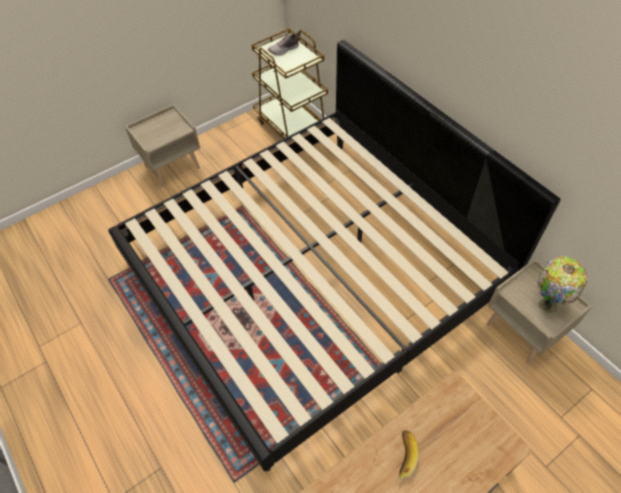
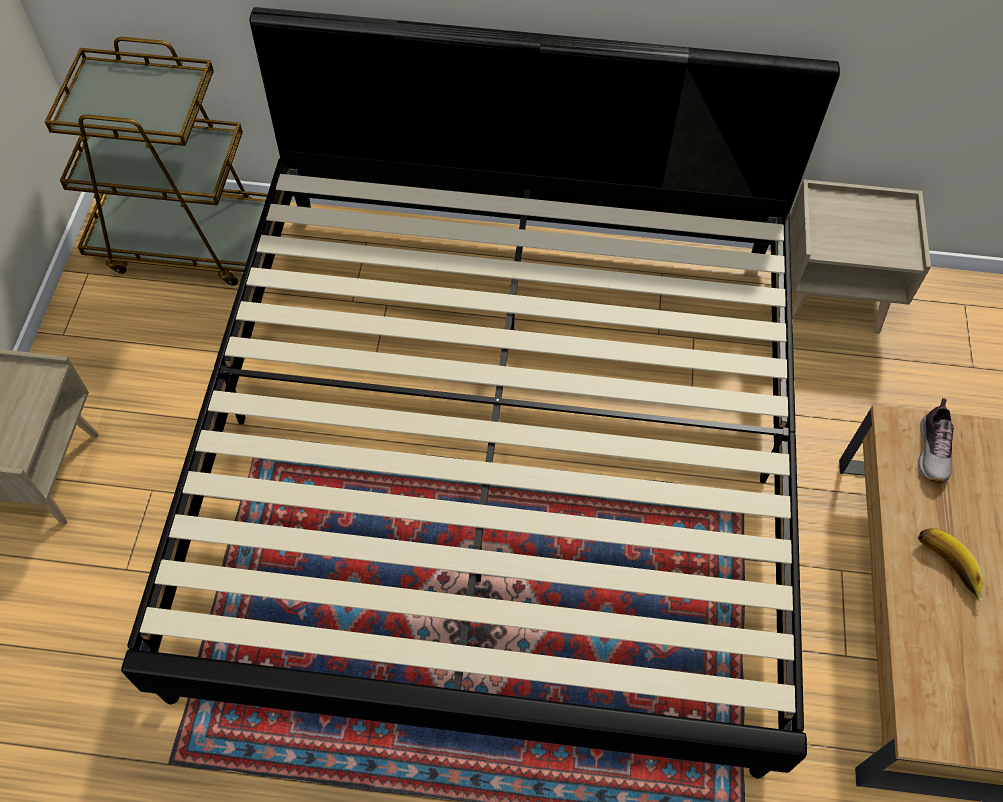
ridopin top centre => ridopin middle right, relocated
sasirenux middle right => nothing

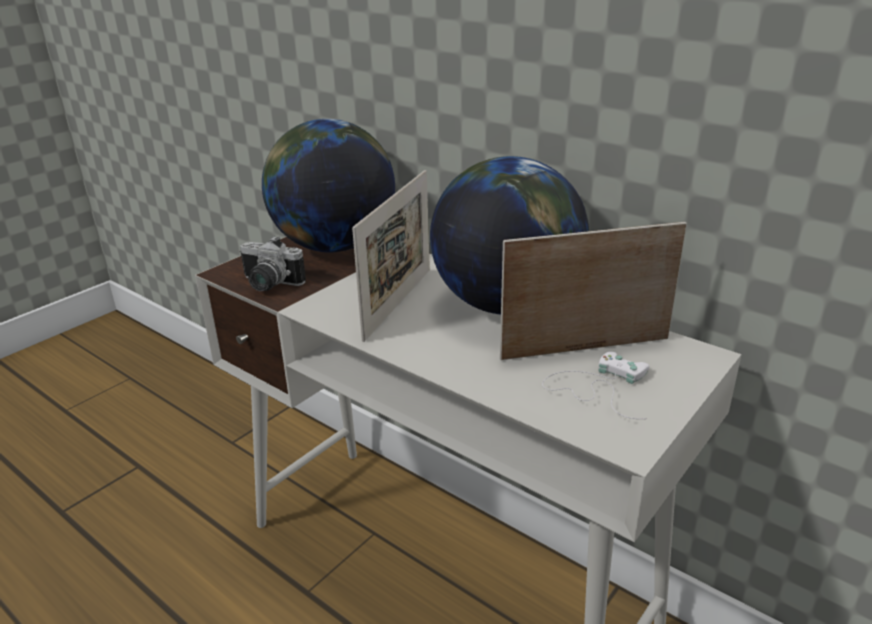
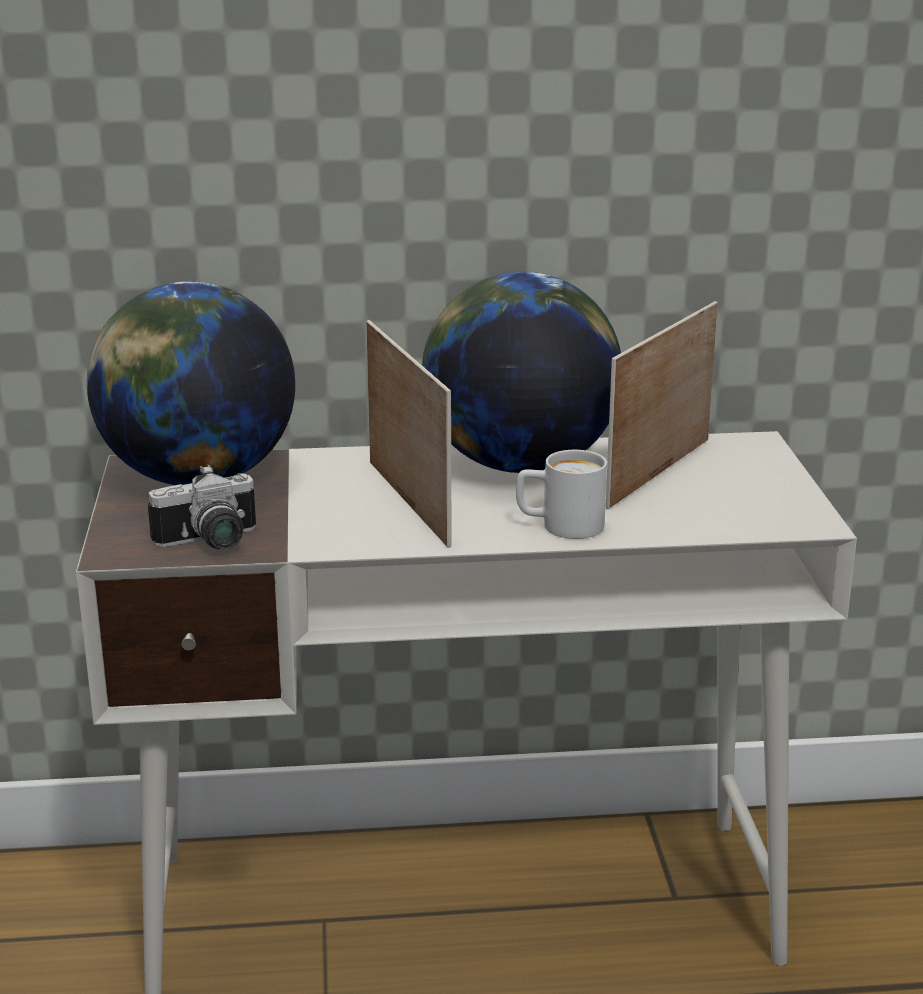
nothing => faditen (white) centre
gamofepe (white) middle right => nothing

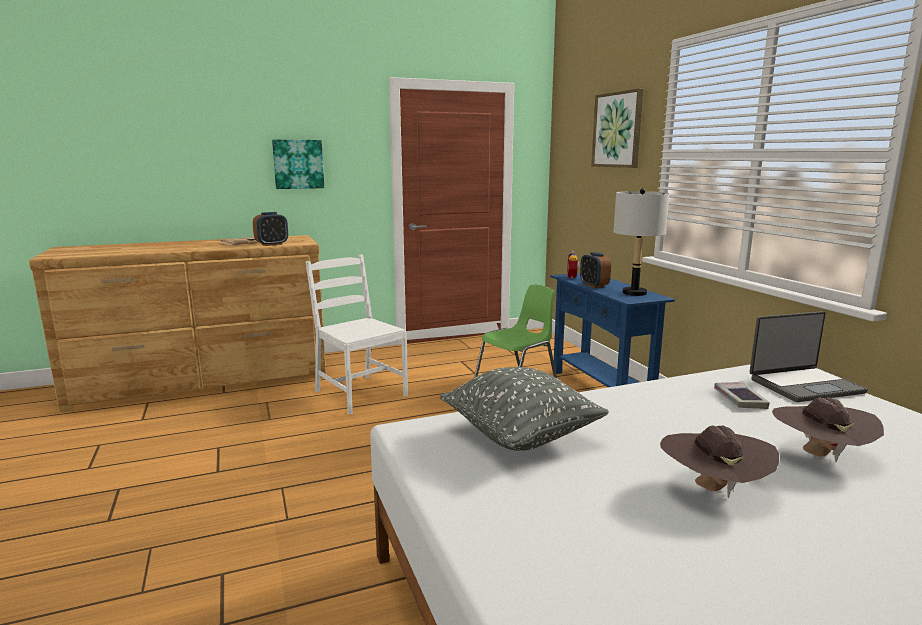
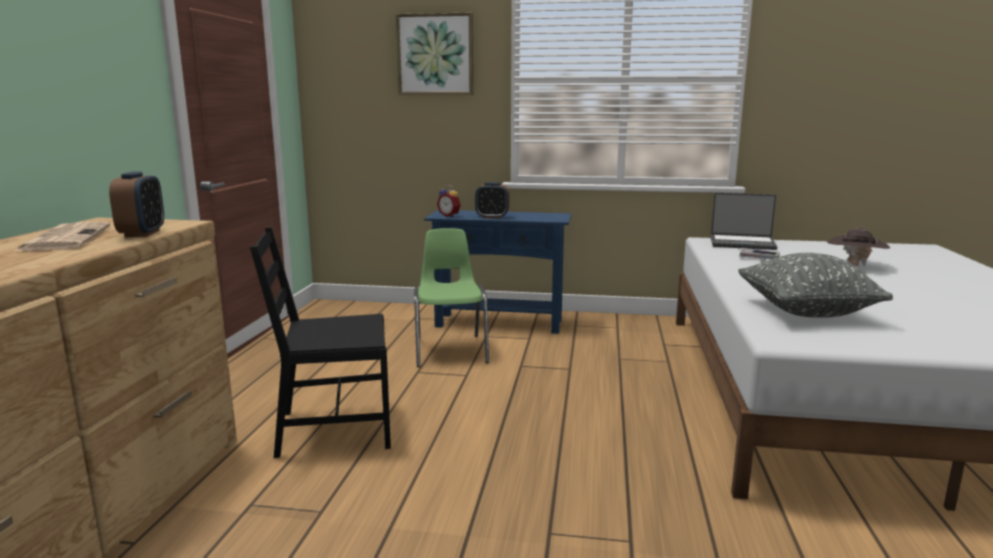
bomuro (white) centre => bomuro (black) middle left
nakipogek middle right, 90 degrees clockwise
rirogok (no. 1 from left) top left => nothing
sasirenux (grey) middle right => nothing
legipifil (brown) (no. 1 from left) bottom right => nothing

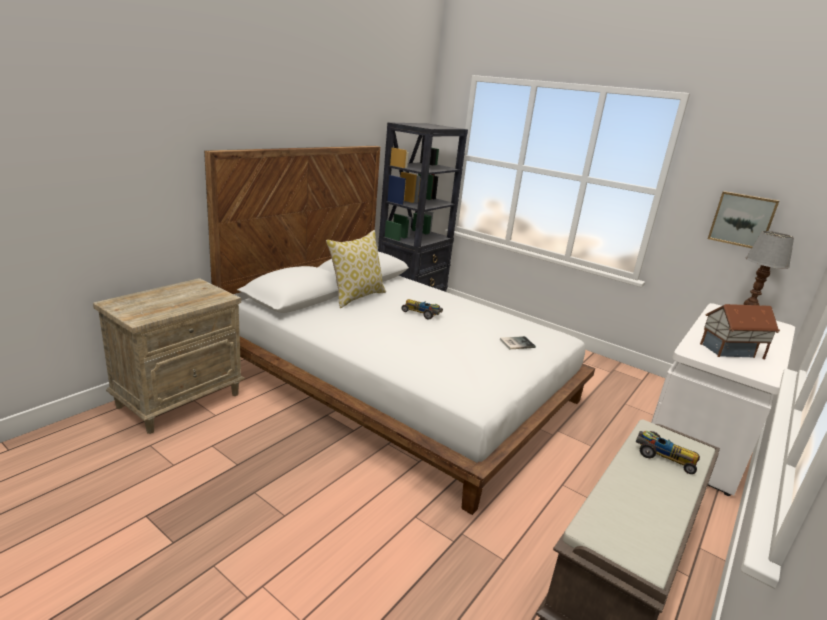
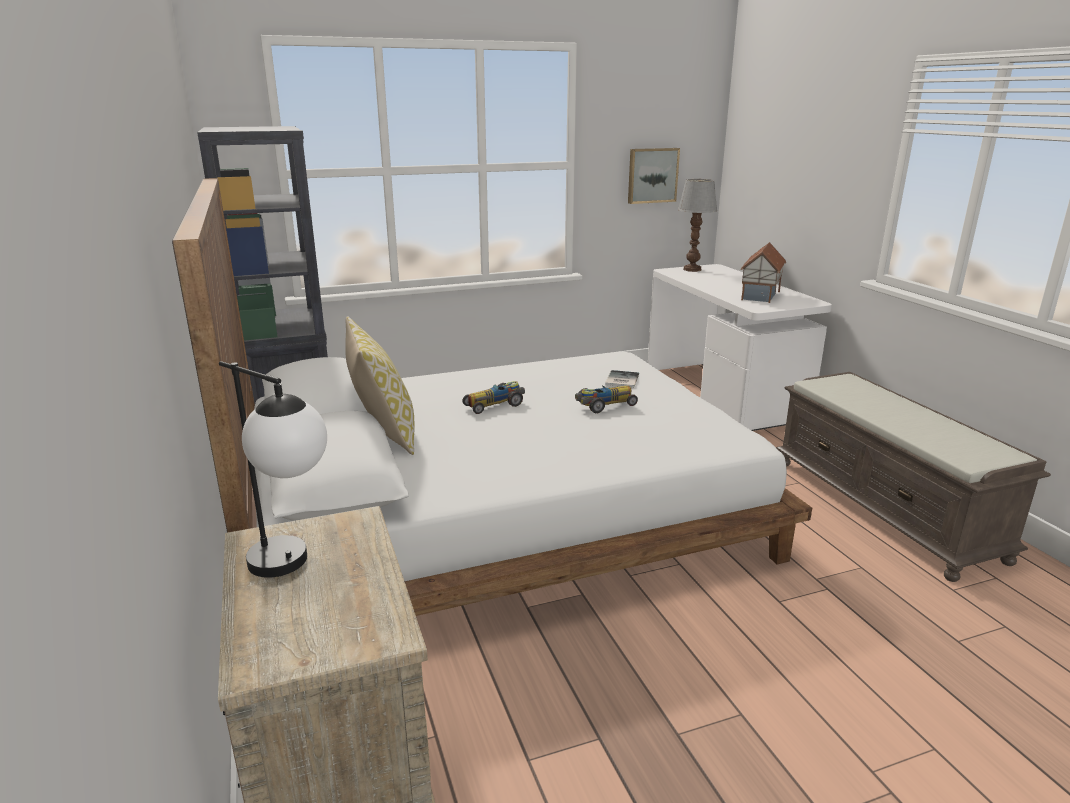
nothing => sasirenux (no. 1 from left) middle left
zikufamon (no. 2 from left) bottom right => zikufamon (no. 2 from left) centre, relocated

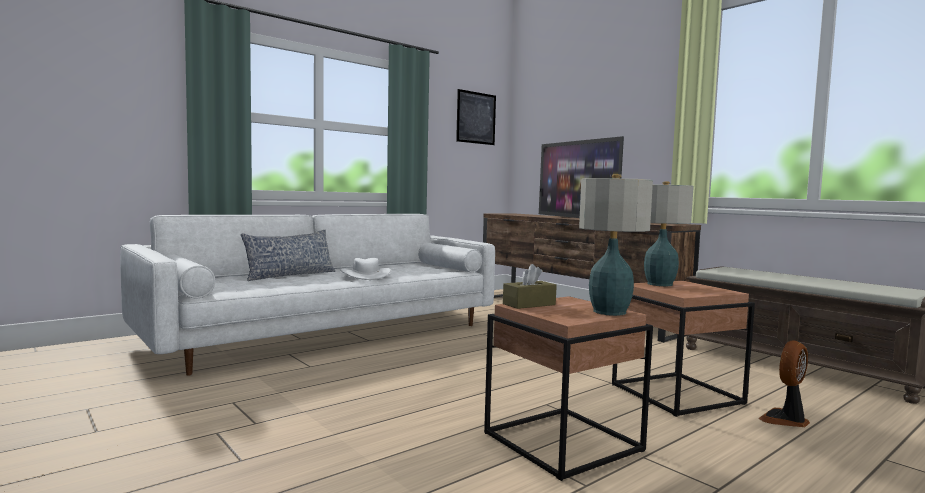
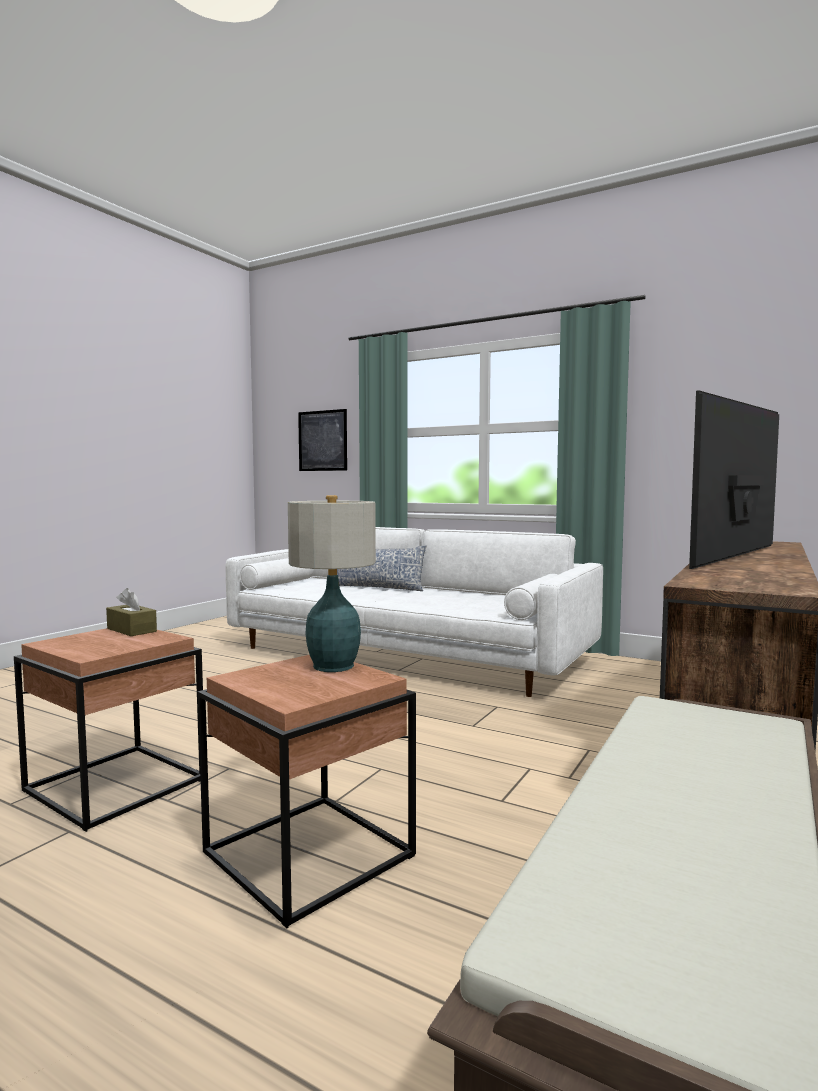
rirogok top centre => rirogok centre, relocated
legipifil (white) centre => nothing
sasirenux (no. 1 from left) centre => nothing
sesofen bottom right => nothing

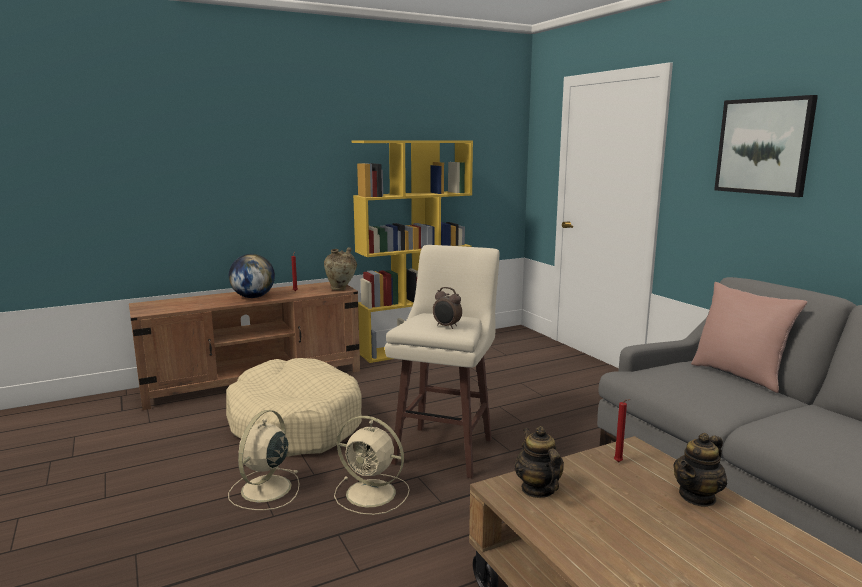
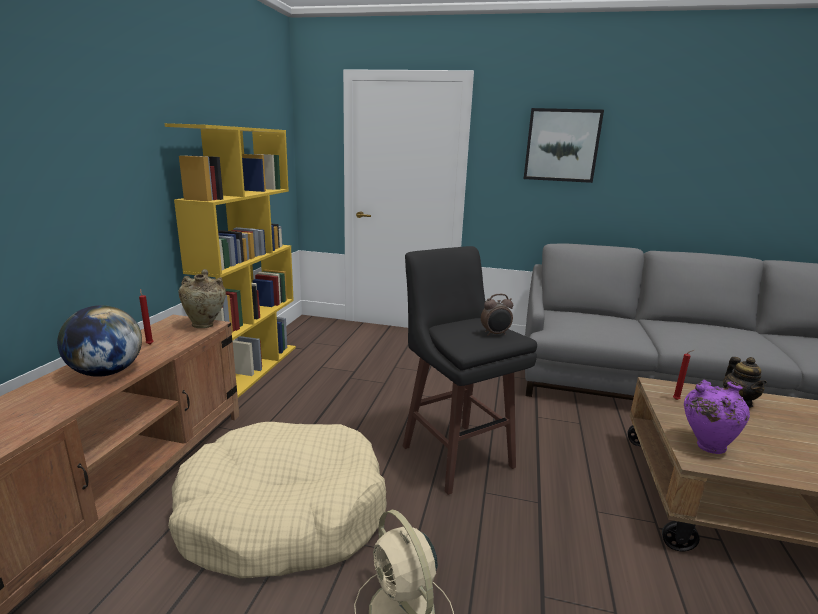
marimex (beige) centre => marimex (black) centre
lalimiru (no. 1 from left) bottom centre => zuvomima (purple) bottom right
sesofen (beige) (no. 2 from left) bottom centre => nothing
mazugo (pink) middle right => nothing

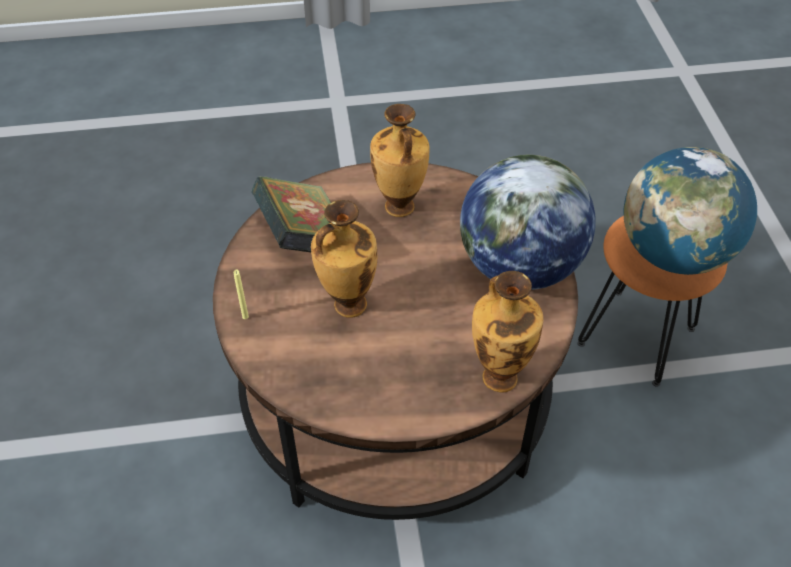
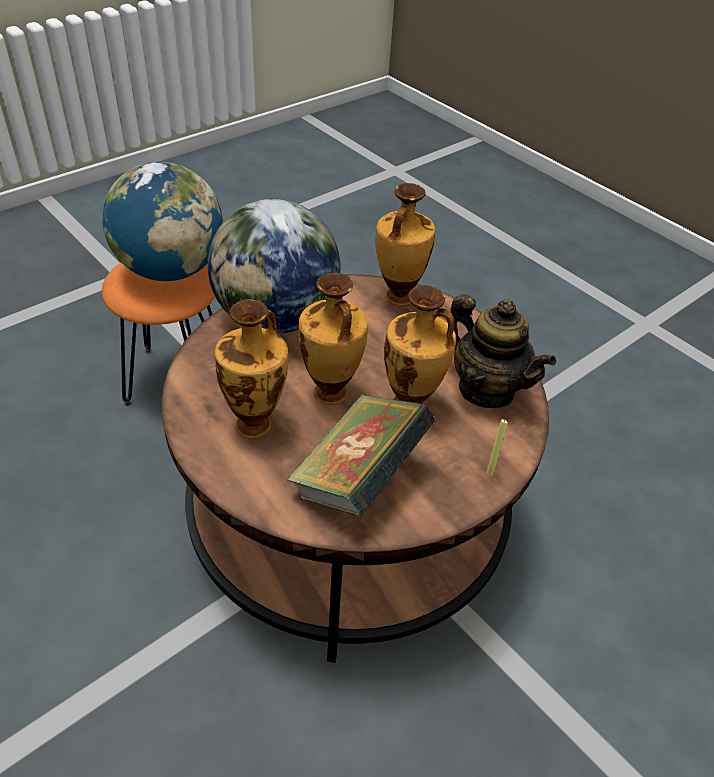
nothing => zuvomima (no. 2 from left) centre
nothing => lalimiru middle right

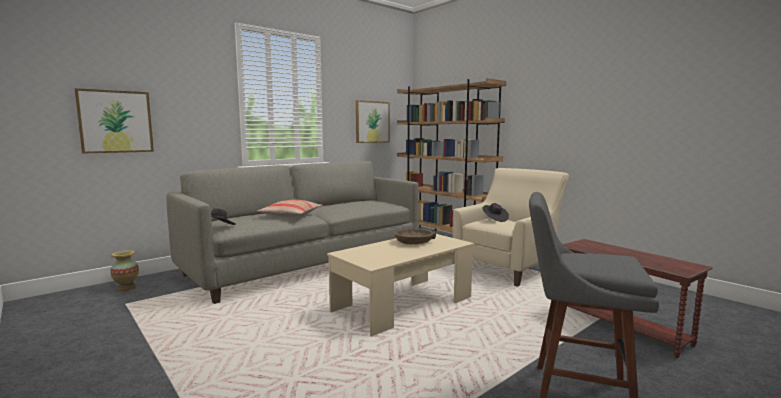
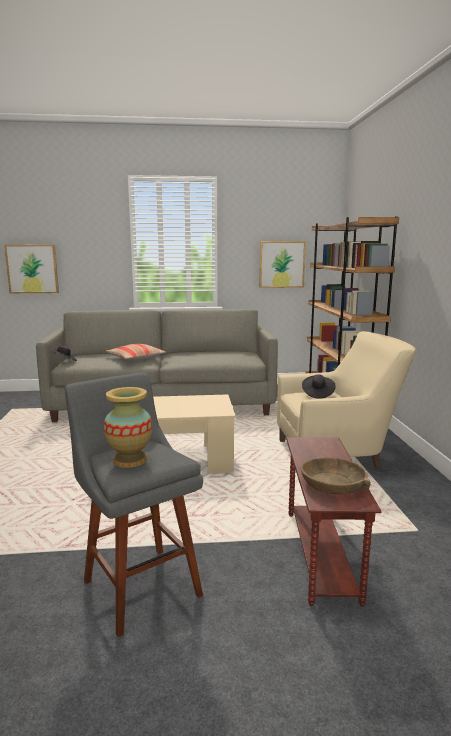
zuvomima bottom left => zuvomima middle left, relocated
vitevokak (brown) centre => vitevokak (brown) middle right, relocated

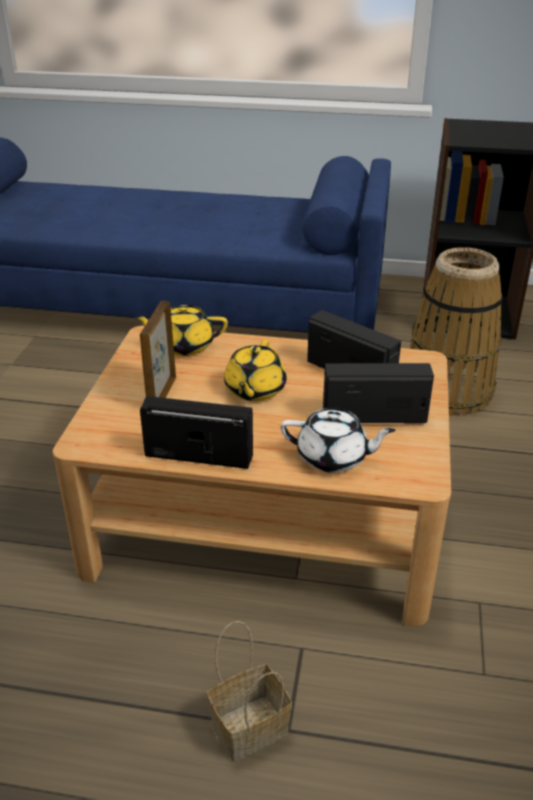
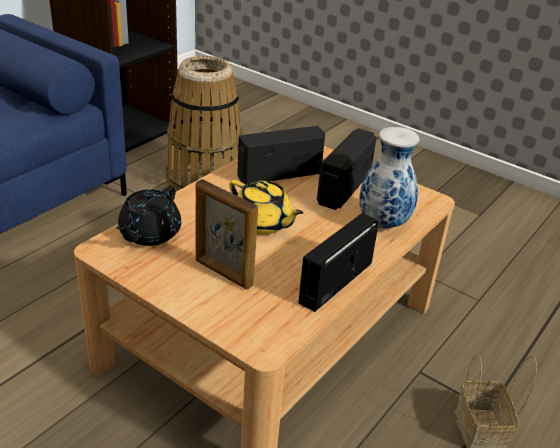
lalimiru (yellow) (no. 1 from left) centre => lalimiru (black) middle left
lalimiru (white) centre => zuvomima middle right

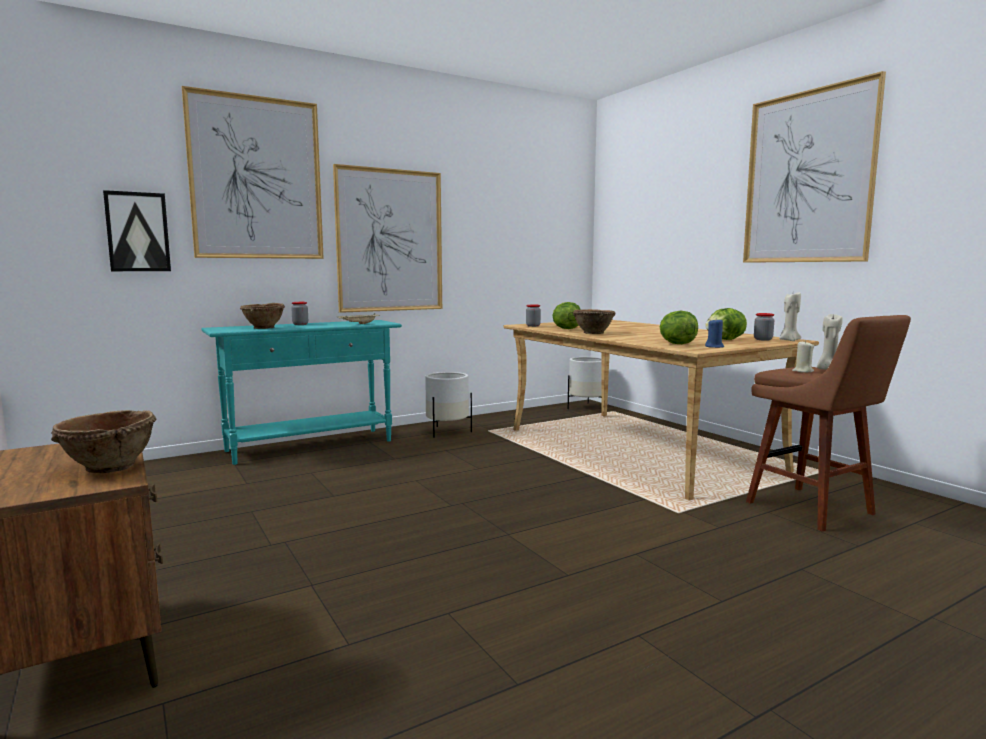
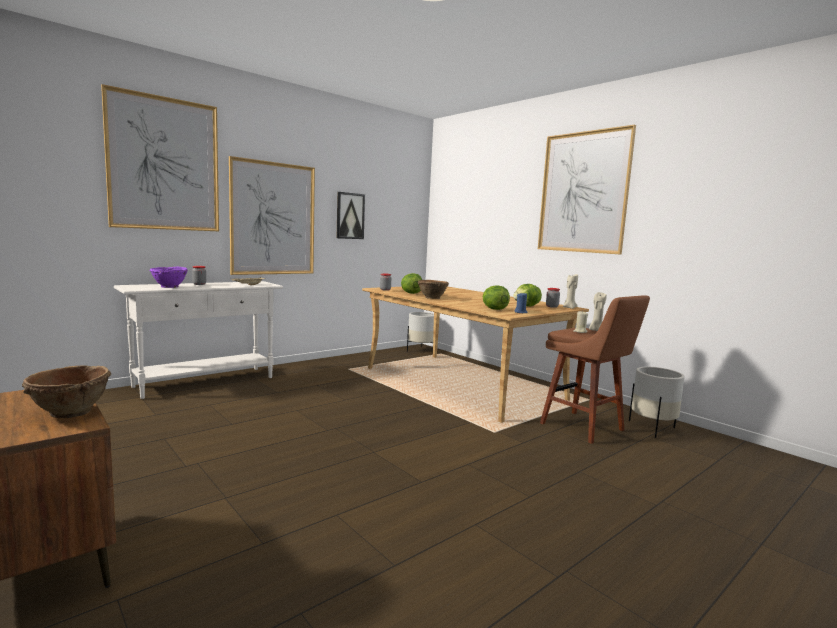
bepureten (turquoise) middle left => bepureten (white) middle left
vitevokak (brown) (no. 2 from left) middle left => vitevokak (purple) middle left
rirogok (no. 1 from left in the first image) top left => rirogok (no. 3 from left) centre, relocated
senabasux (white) (no. 1 from left in the first image) centre => senabasux (white) (no. 2 from left) middle right, relocated

